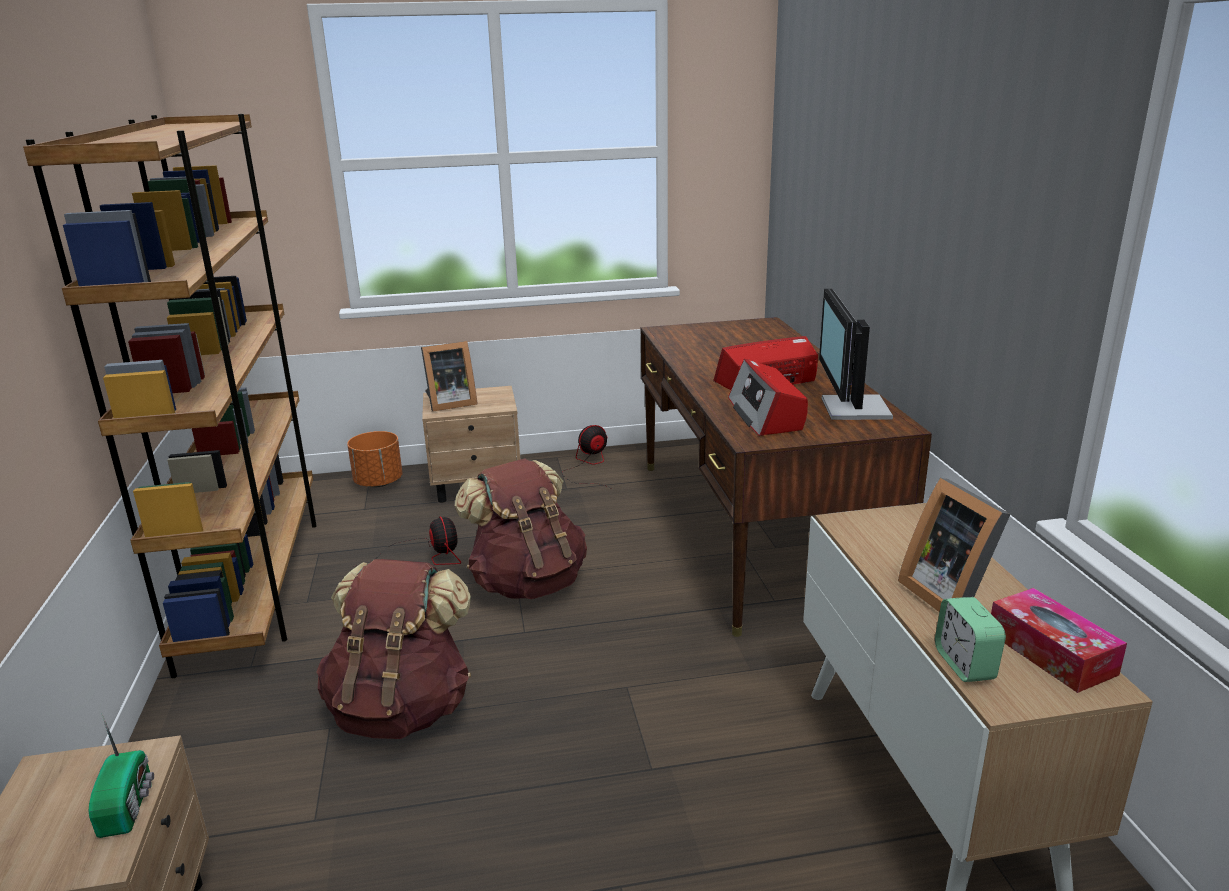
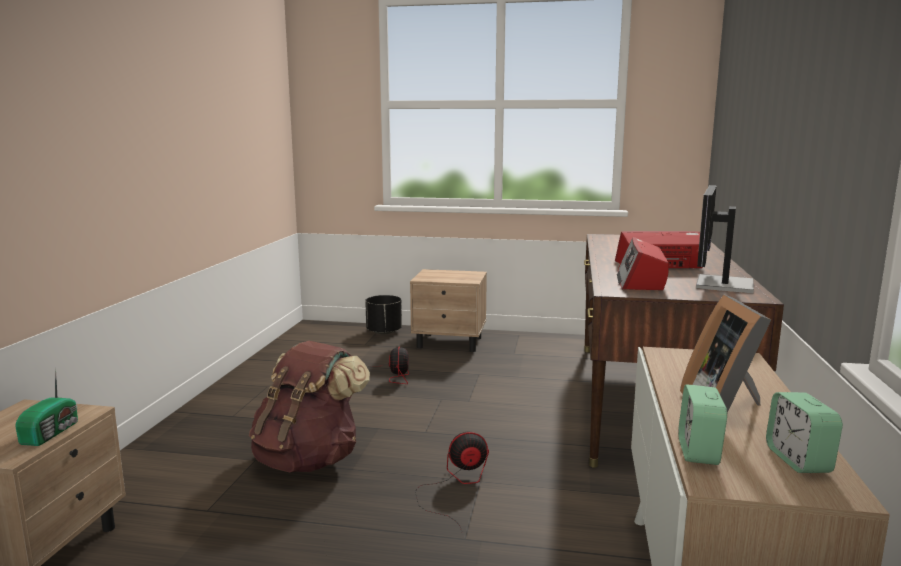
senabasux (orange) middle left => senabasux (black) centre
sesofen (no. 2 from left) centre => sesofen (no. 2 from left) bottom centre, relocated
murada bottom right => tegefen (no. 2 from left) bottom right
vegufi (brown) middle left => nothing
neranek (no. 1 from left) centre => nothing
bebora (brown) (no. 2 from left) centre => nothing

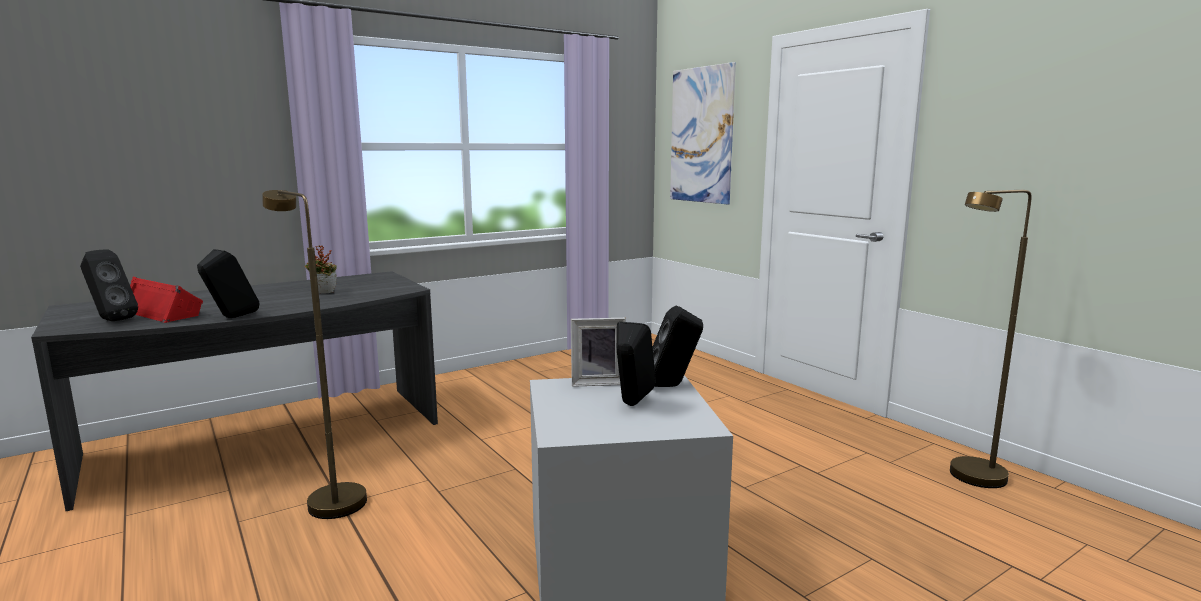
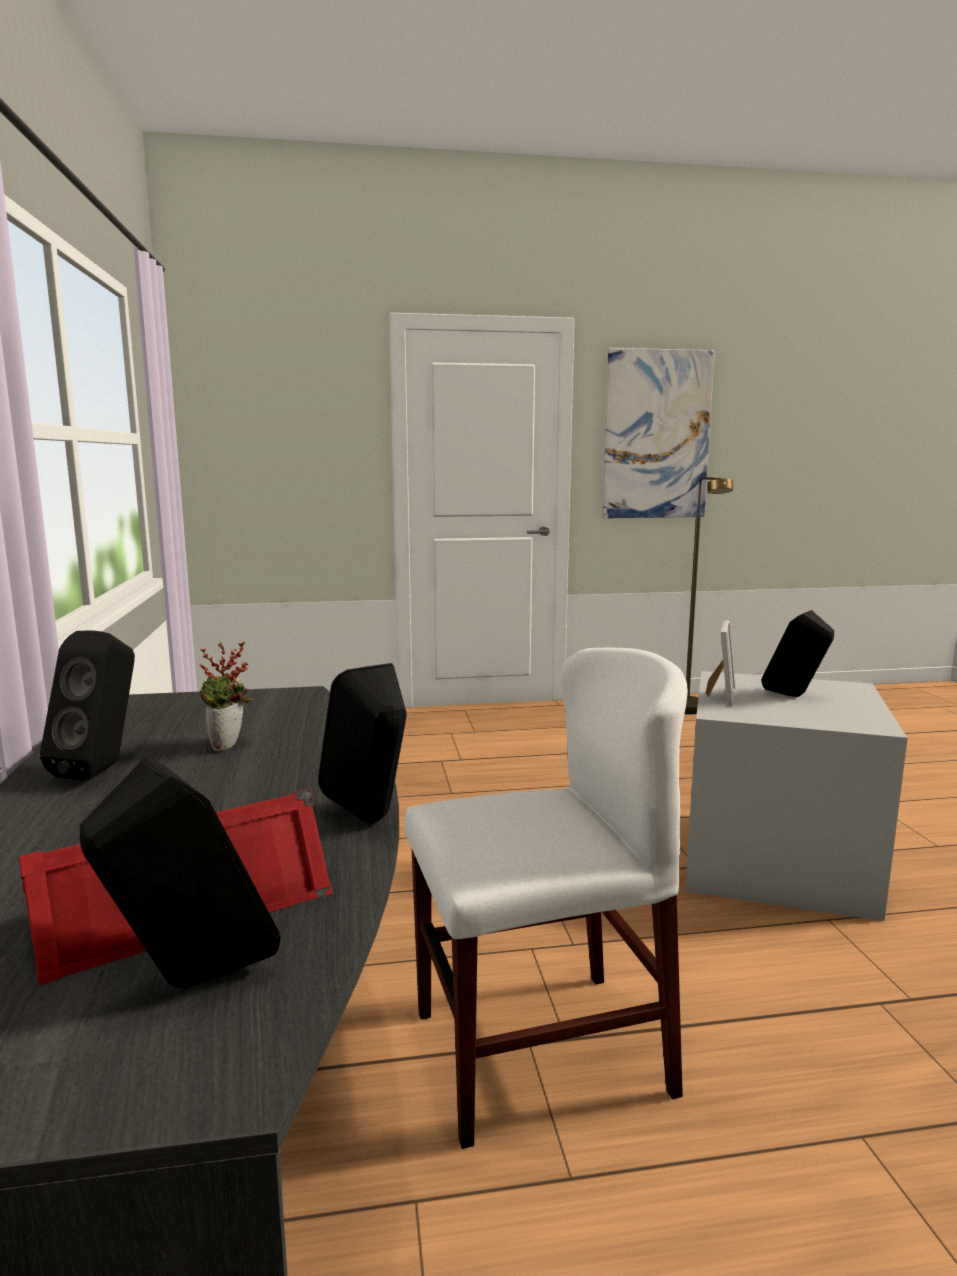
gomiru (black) (no. 4 from left in the first image) centre => gomiru (black) (no. 1 from left) middle left, relocated
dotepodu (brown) (no. 1 from left) middle left => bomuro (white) bottom centre
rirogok top centre => rirogok middle right, relocated

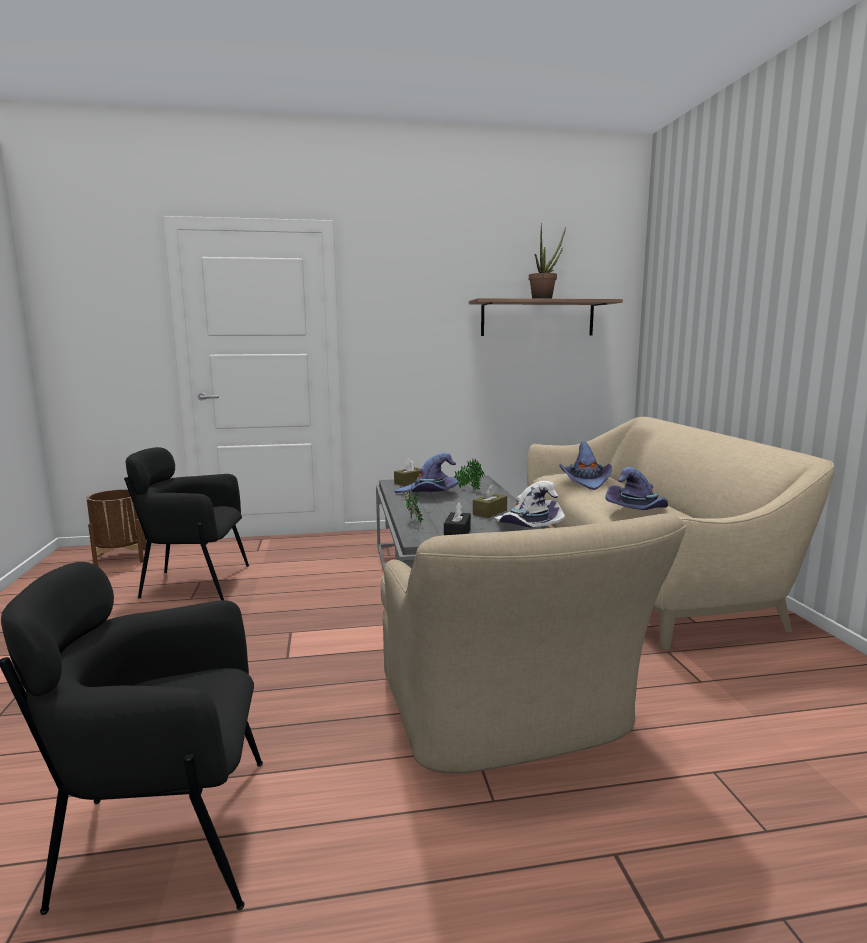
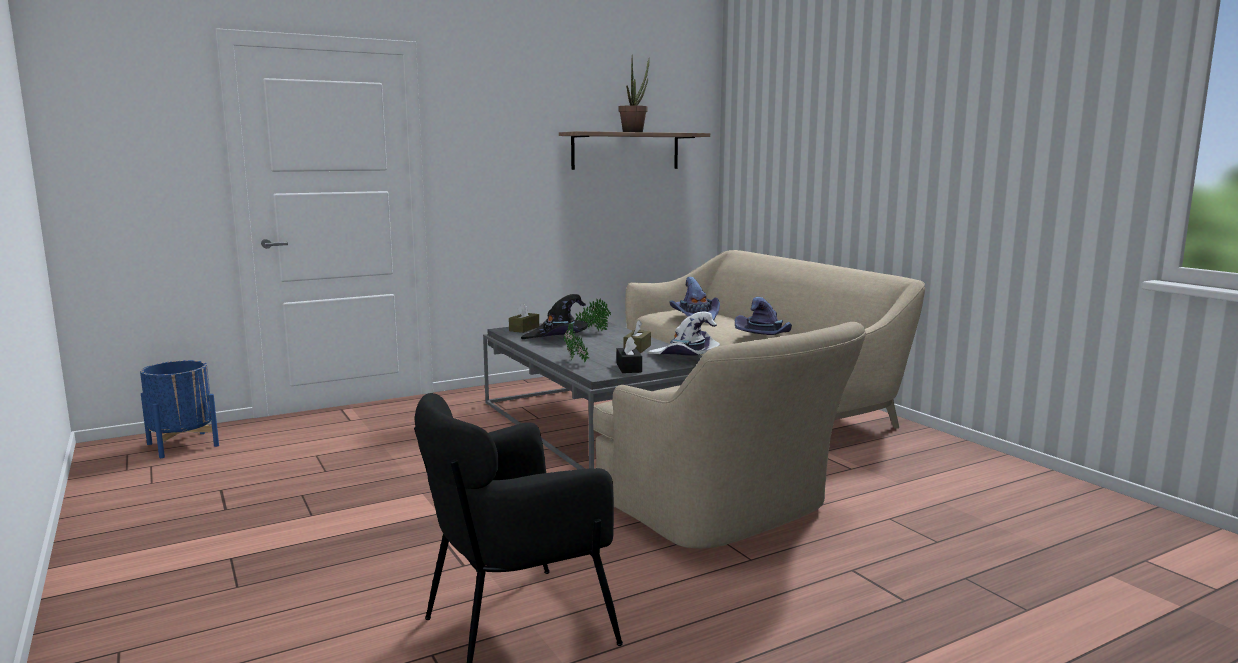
senabasux (brown) middle left => senabasux (blue) middle left
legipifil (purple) (no. 1 from left) centre => legipifil (black) centre
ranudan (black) (no. 2 from left) middle left => nothing

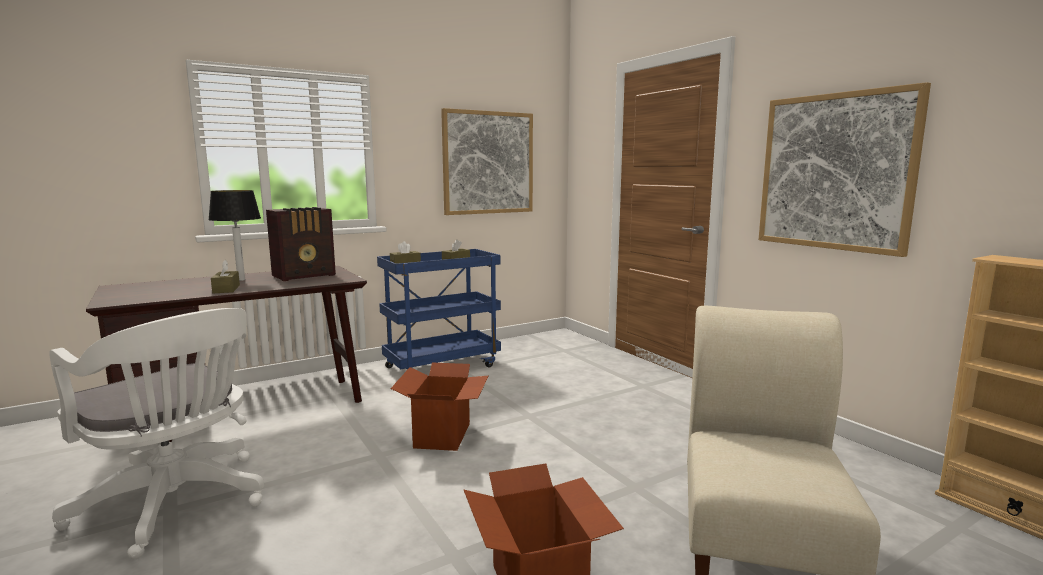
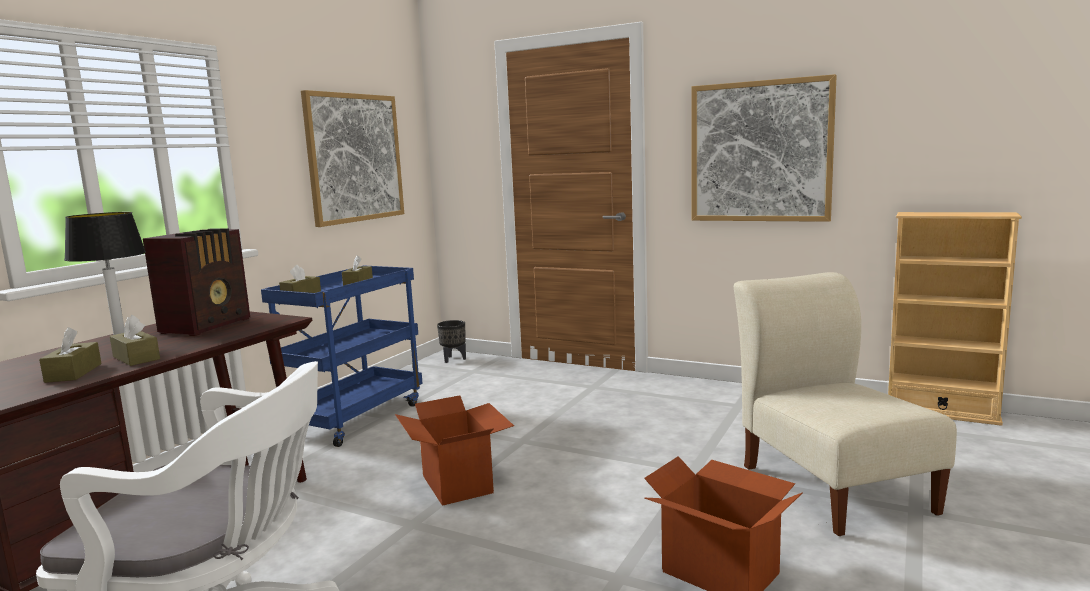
nothing => murada (brown) (no. 1 from left) middle left
nothing => senabasux (black) centre

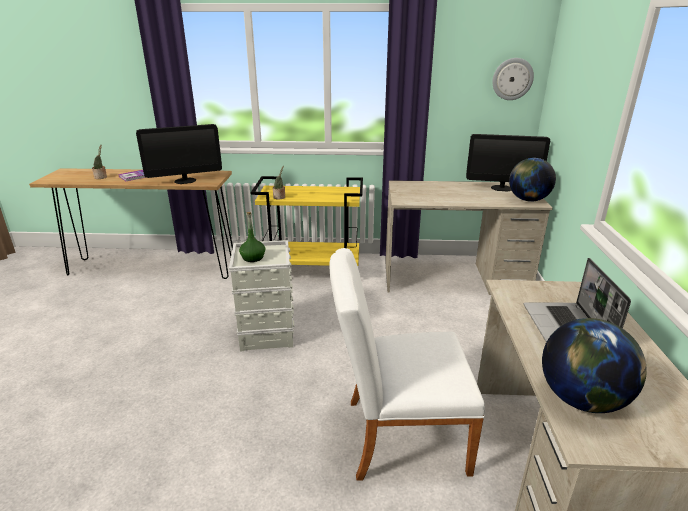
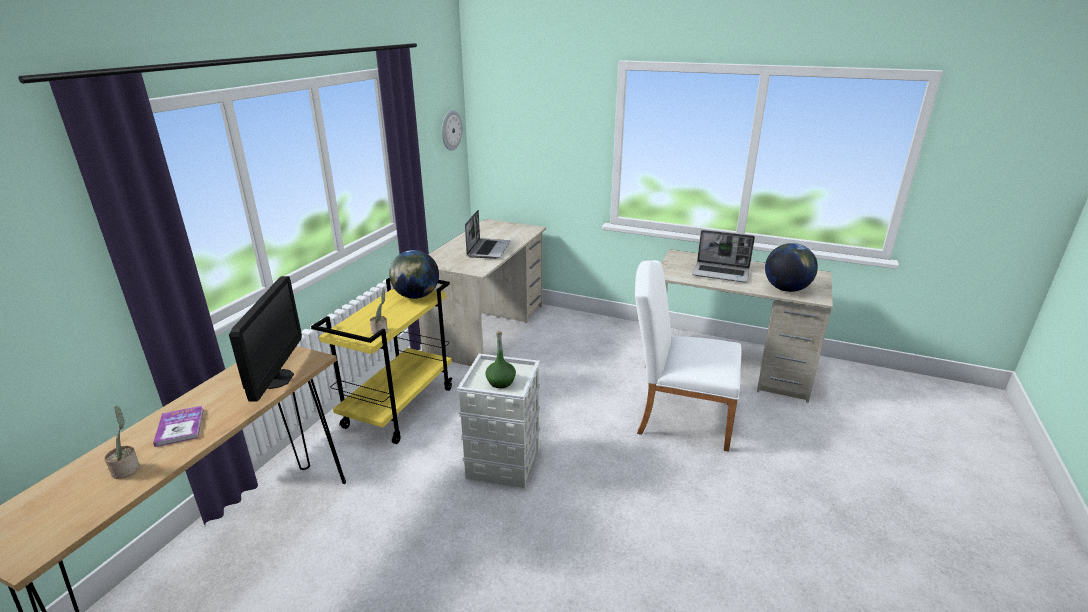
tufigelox (no. 1 from left) middle right => tufigelox (no. 1 from left) centre, relocated
nothing => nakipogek (no. 1 from left) centre
bomuro (white) bottom centre => bomuro (white) centre, 90 degrees clockwise
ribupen (no. 2 from left) top right => nothing

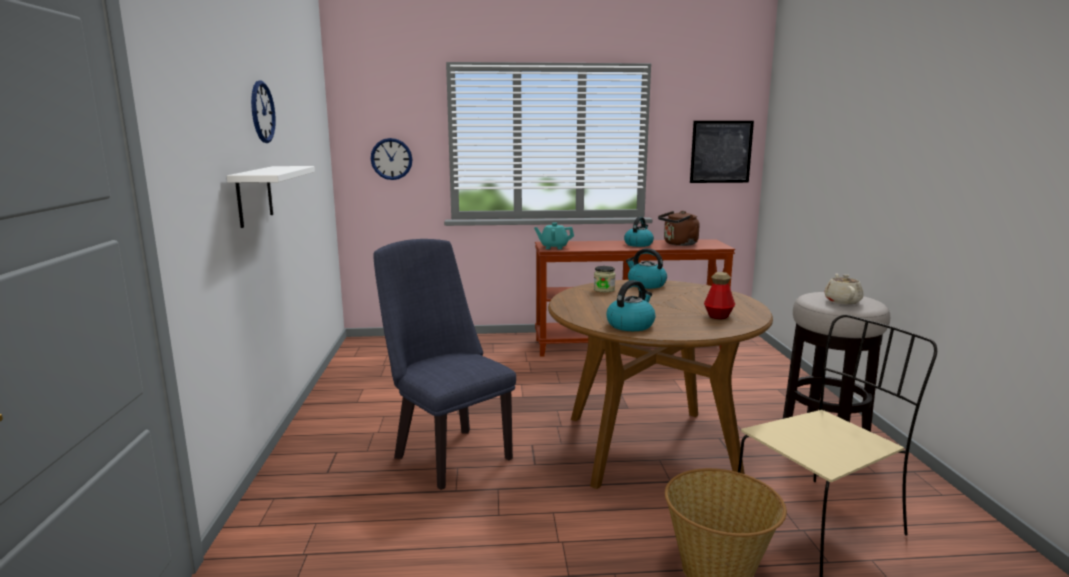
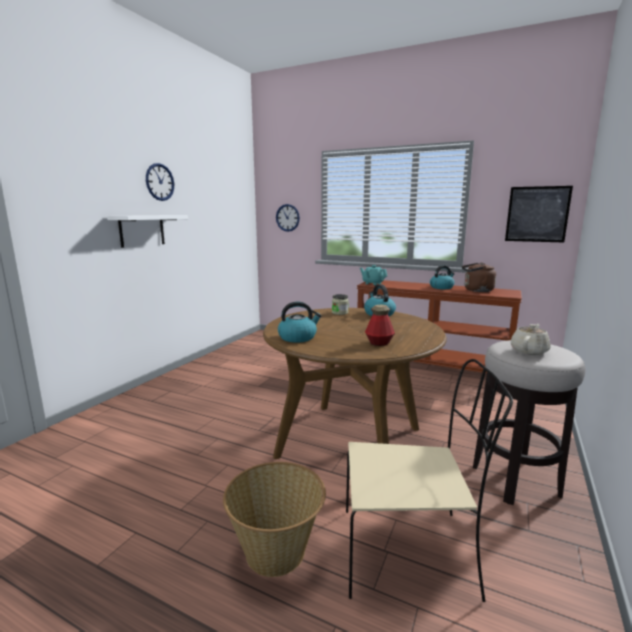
bomuro (blue) centre => nothing

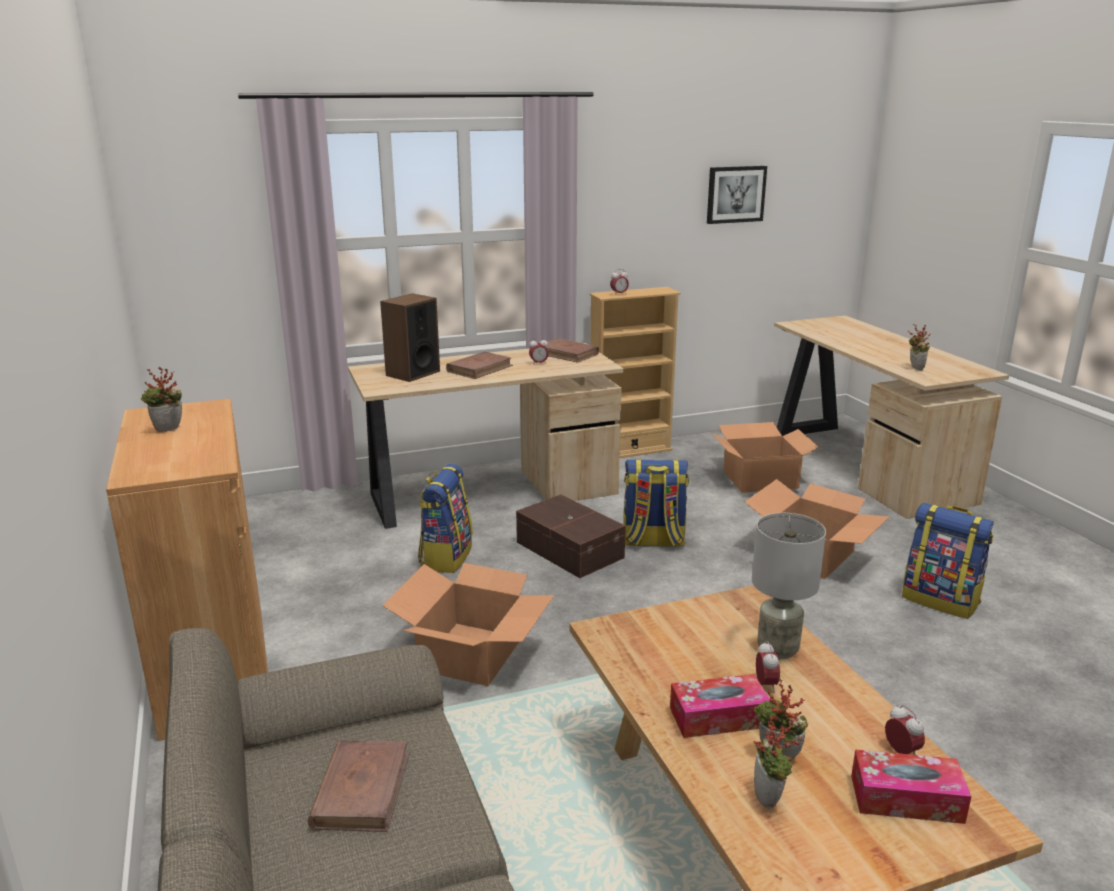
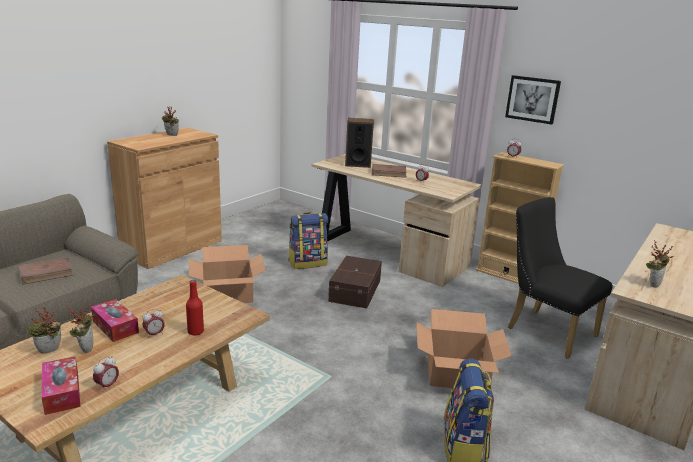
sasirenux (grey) middle right => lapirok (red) middle left
rirogok top centre => rirogok top right, relocated
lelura (no. 2 from left) middle right => bomuro (black) middle right
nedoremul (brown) (no. 3 from left) centre => nothing
bebora (no. 2 from left) centre => nothing

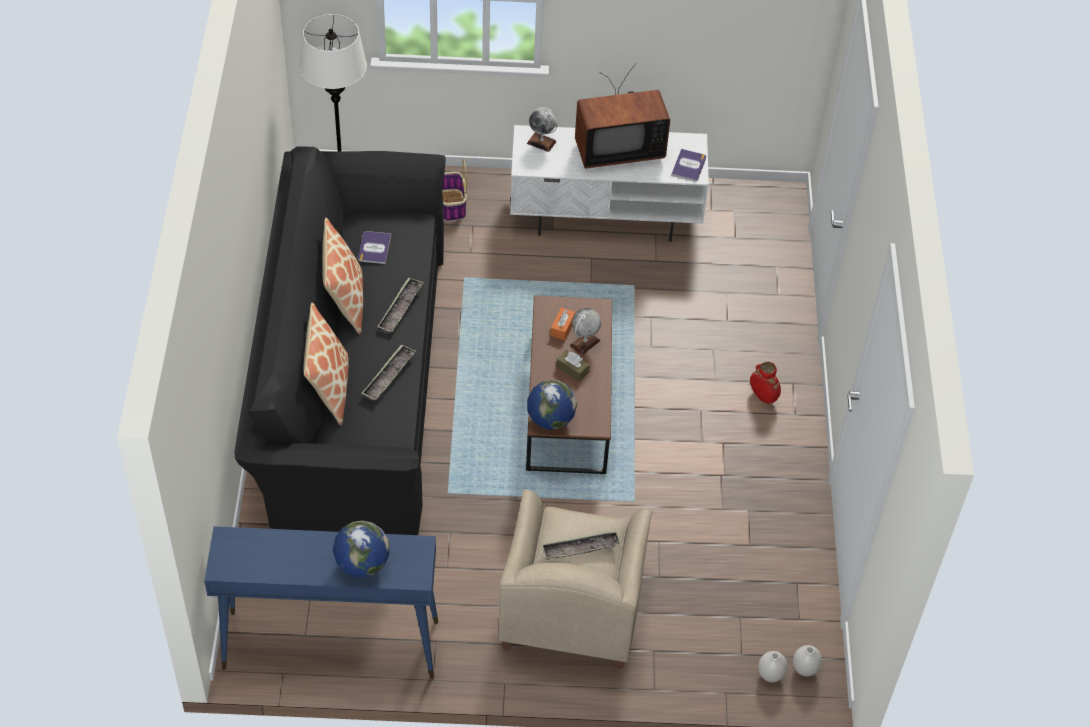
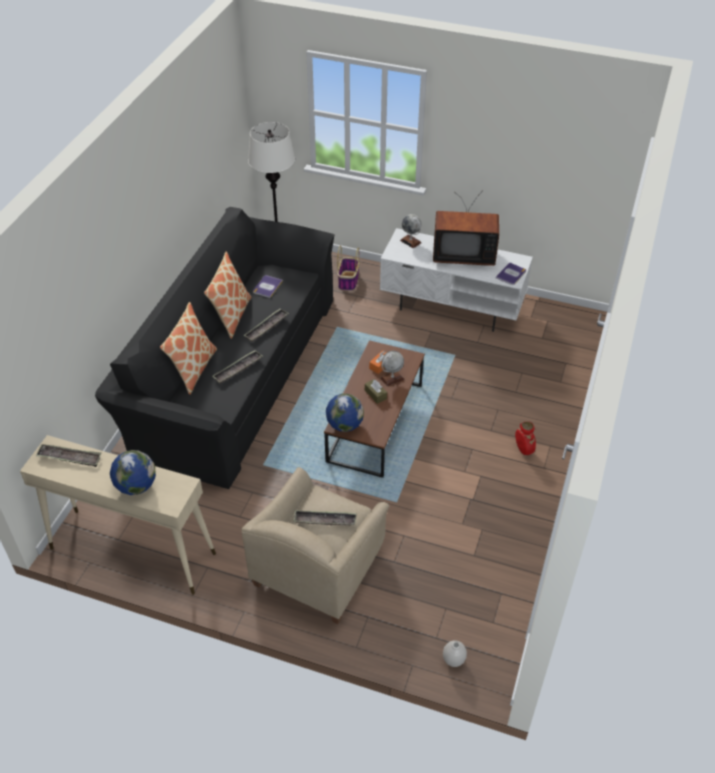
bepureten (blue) bottom left => bepureten (beige) middle left
nothing => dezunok (no. 1 from left) middle left
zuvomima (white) (no. 2 from left) bottom right => nothing

